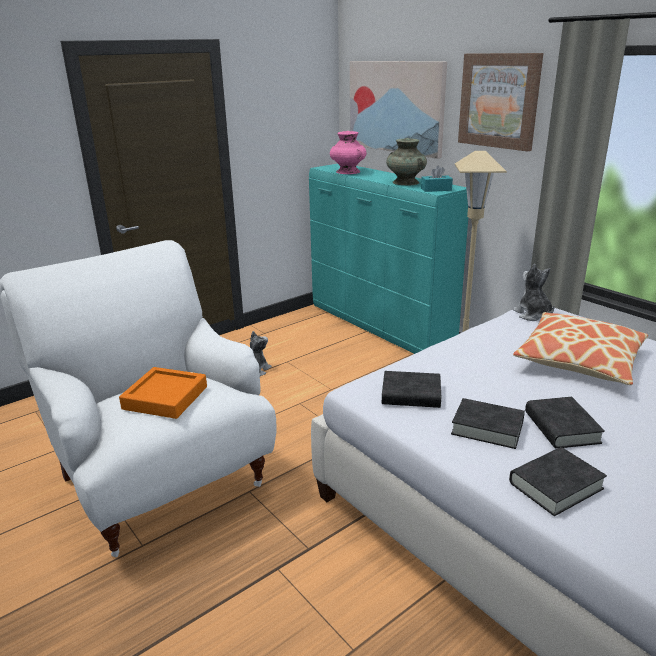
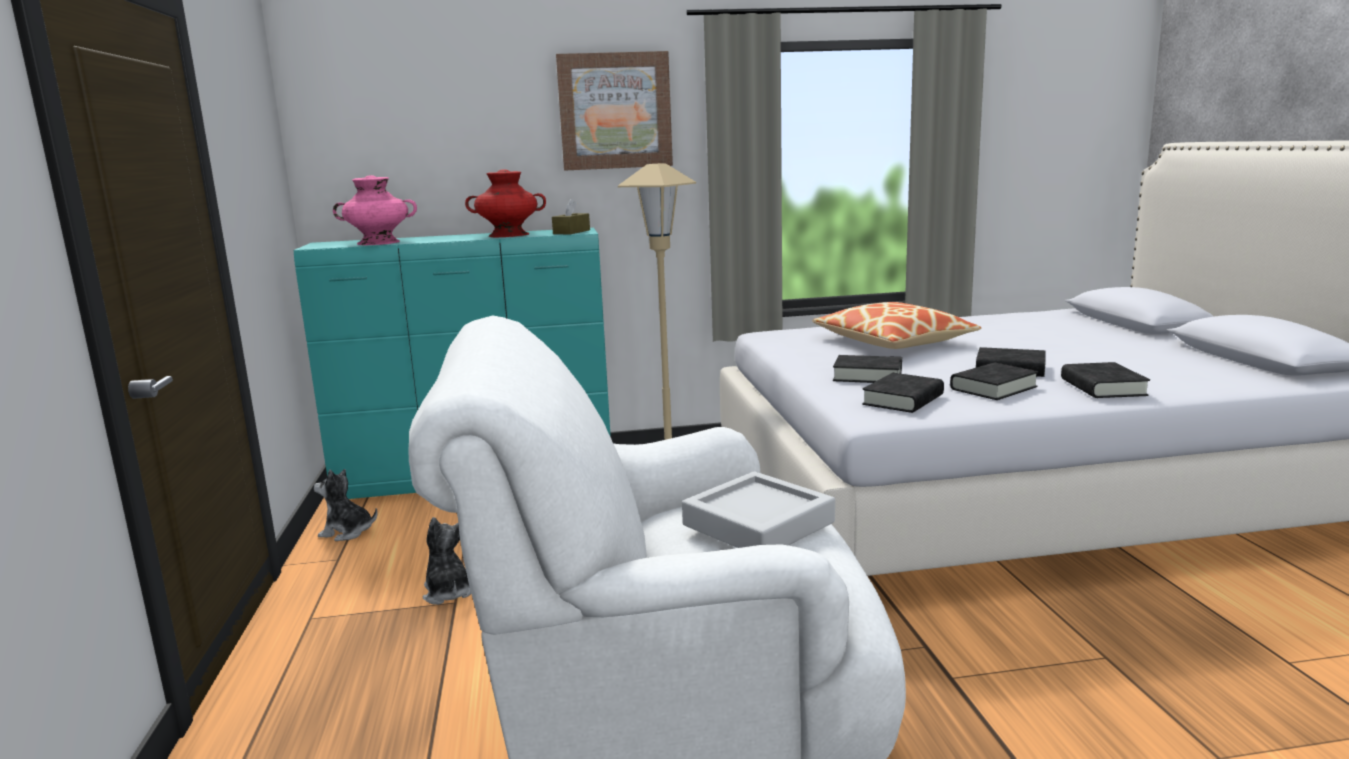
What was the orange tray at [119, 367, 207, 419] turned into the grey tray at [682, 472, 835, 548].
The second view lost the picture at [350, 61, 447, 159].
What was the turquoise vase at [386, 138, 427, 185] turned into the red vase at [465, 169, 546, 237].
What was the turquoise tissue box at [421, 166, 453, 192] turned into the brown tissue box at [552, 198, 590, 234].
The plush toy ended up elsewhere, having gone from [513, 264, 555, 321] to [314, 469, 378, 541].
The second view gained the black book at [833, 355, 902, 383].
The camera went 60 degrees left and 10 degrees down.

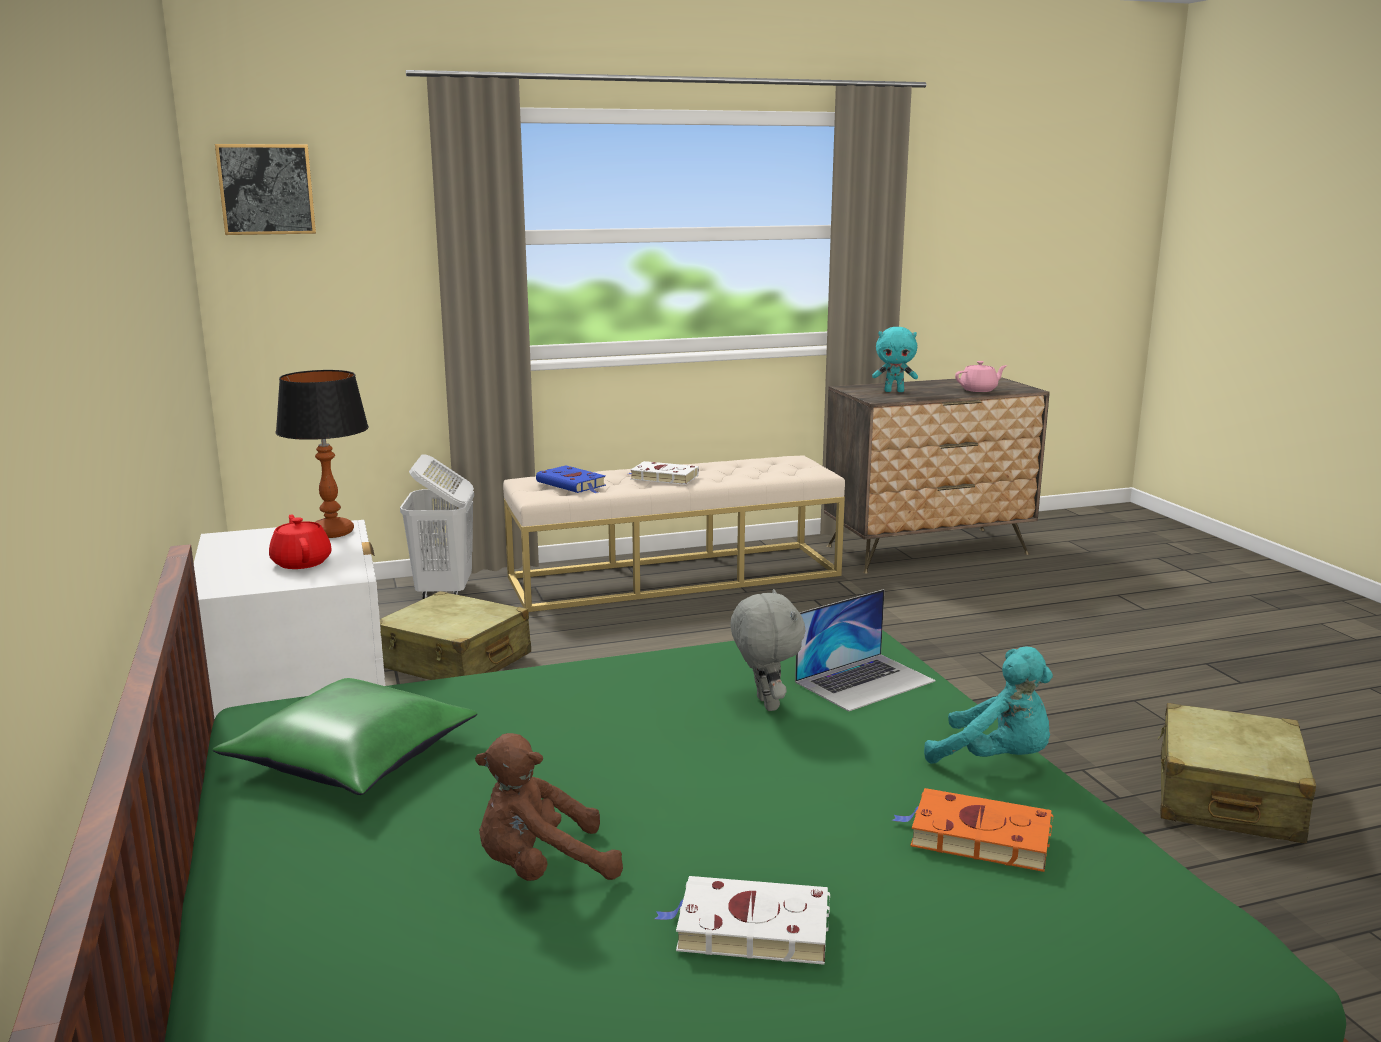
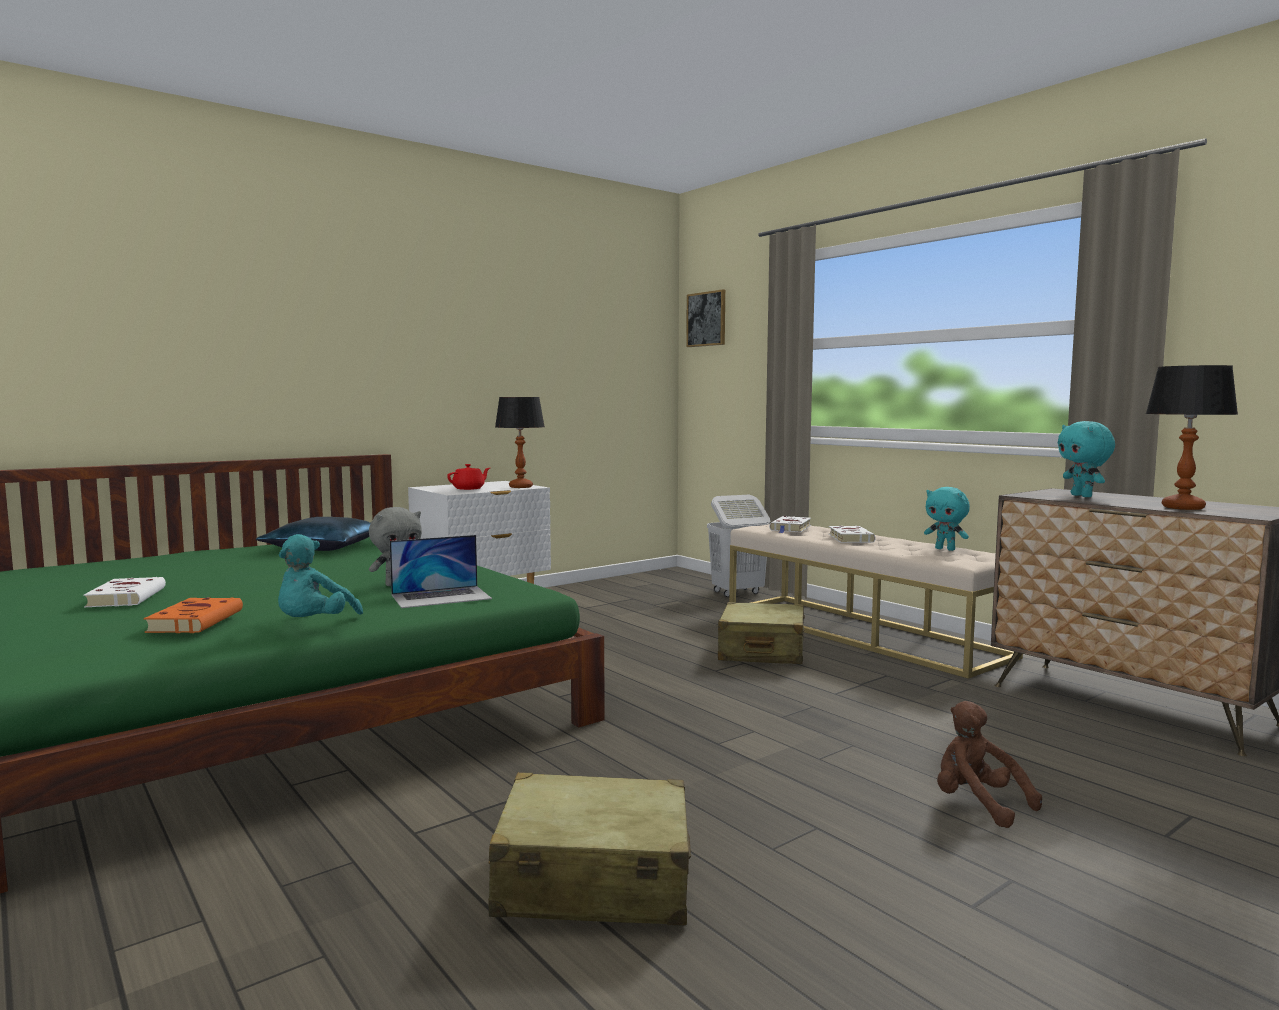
What was the green pillow at [213, 678, 477, 795] turned into the blue pillow at [256, 517, 370, 551].
The beige suitcase ended up elsewhere, having gone from [380, 591, 531, 680] to [718, 602, 805, 664].
The brown plush toy ended up elsewhere, having gone from [475, 733, 623, 881] to [937, 701, 1042, 828].
What was the blue book at [536, 465, 606, 493] turned into the white book at [769, 516, 811, 533].
The laptop at [795, 589, 936, 712] ended up facing another way, 60 degrees counterclockwise from before.
Where the pink teapot stood at [955, 361, 1007, 392], the table lamp came to stand at [1146, 365, 1238, 510].
The second view gained the turquoise plush toy at [924, 487, 970, 551].
The camera went 70 degrees right and 10 degrees down.

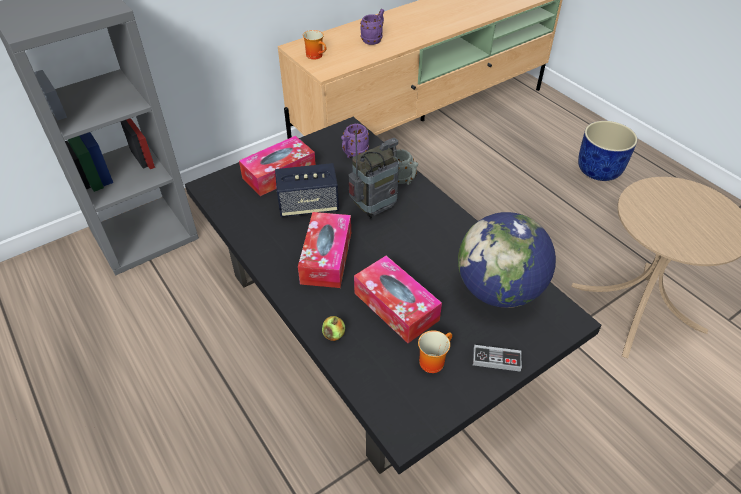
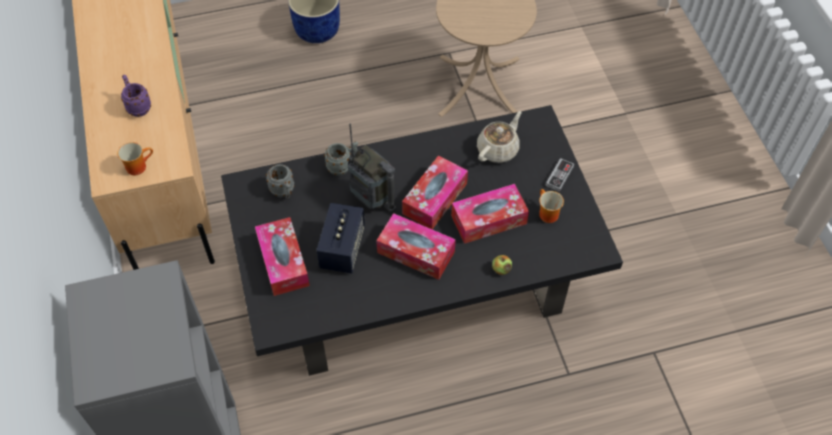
What was the purple mug at [341, 124, 369, 158] turned into the grey mug at [266, 164, 294, 199].
The radio at [348, 130, 399, 219] ended up facing another way, 150 degrees clockwise from before.
Where the globe stood at [458, 212, 556, 308], the beige teapot came to stand at [477, 111, 522, 163].
The second view gained the tissue box at [402, 156, 468, 230].
The camera went 70 degrees left and 10 degrees up.

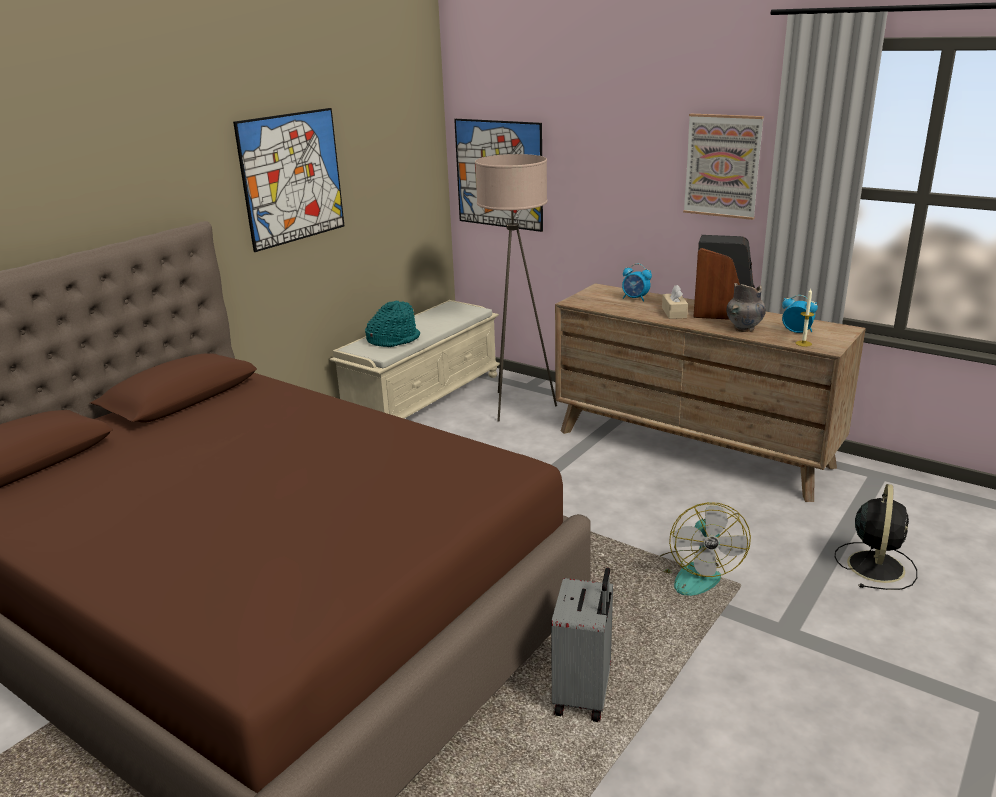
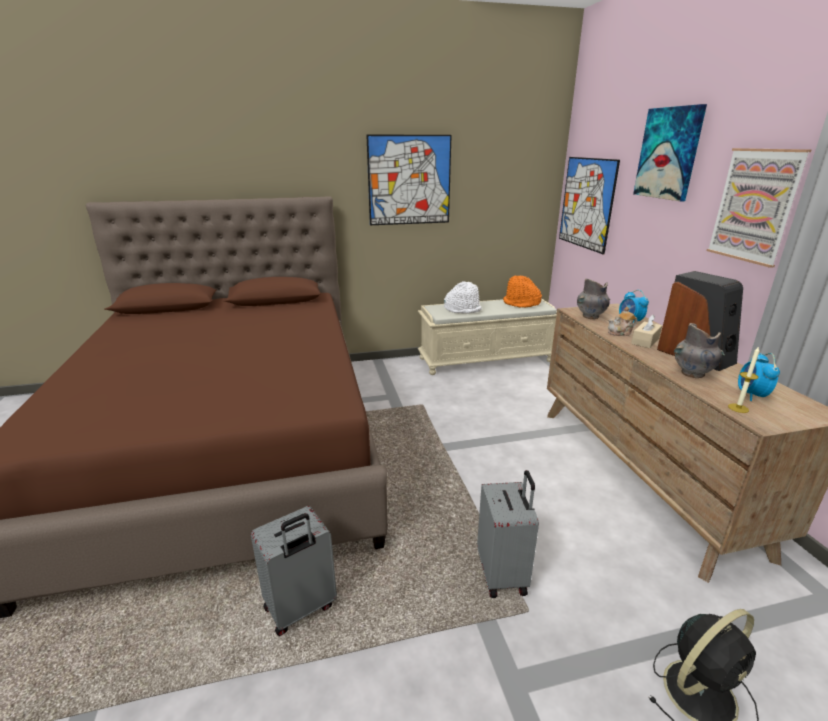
What was the turquoise hat at [365, 300, 420, 347] turned into the white hat at [444, 281, 482, 314].
The second view lost the beige floor lamp at [475, 154, 557, 422].
Where the fan stood at [660, 502, 751, 596], the grey suitcase came to stand at [477, 470, 539, 598].
The alarm clock at [782, 295, 818, 333] ended up facing another way, 150 degrees counterclockwise from before.
The second view gained the orange hat at [503, 276, 542, 308].
The second view gained the grey vase at [577, 278, 611, 319].
The second view gained the teapot at [608, 307, 637, 336].
The second view gained the picture at [633, 104, 707, 201].
The camera went 40 degrees right and 0 degrees up.

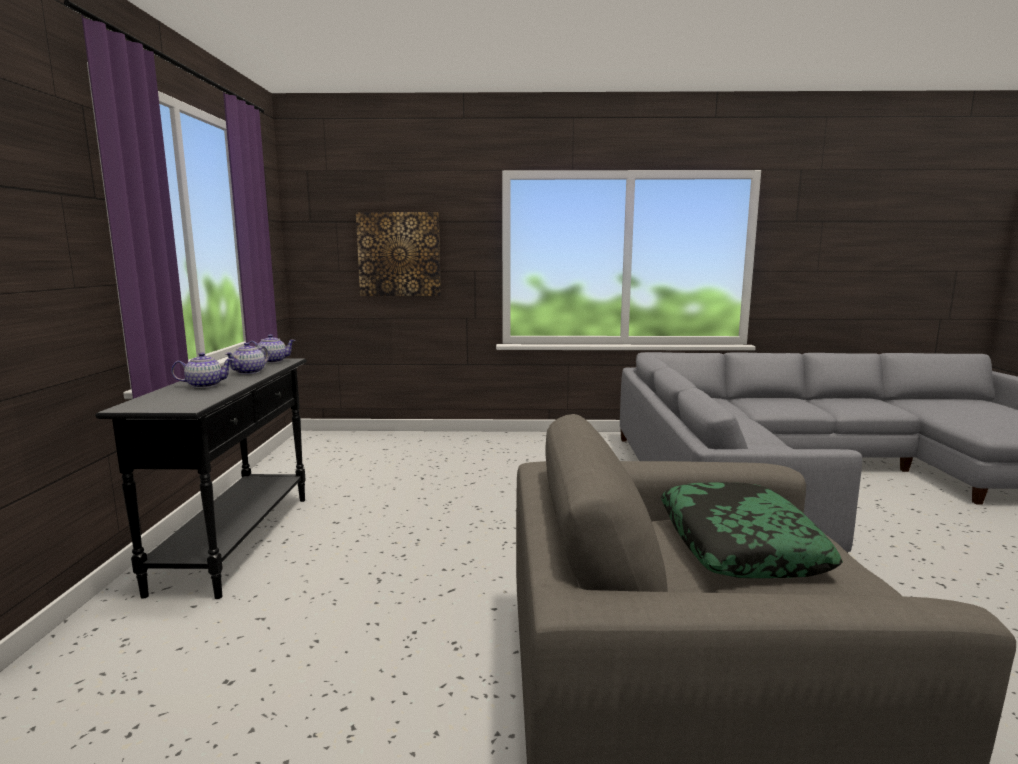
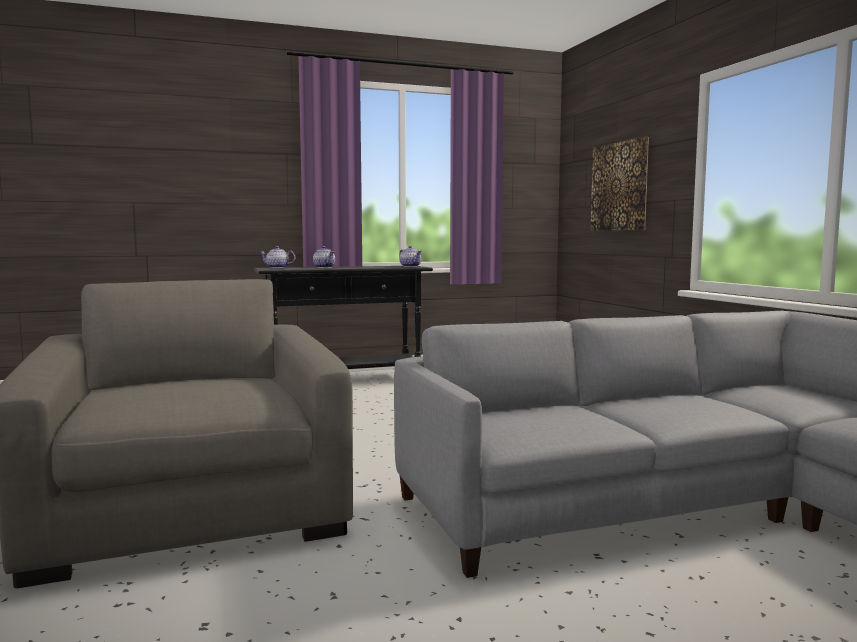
The teapot ended up elsewhere, having gone from [225, 342, 269, 374] to [259, 246, 295, 268].
The second view lost the pillow at [661, 482, 843, 578].
The camera went 70 degrees right and 5 degrees down.

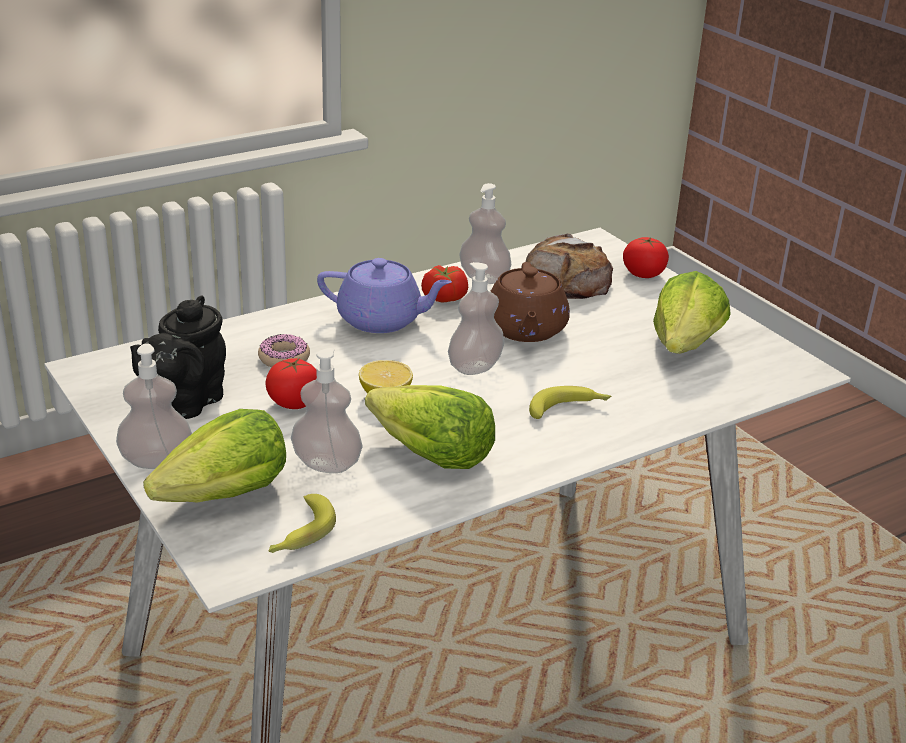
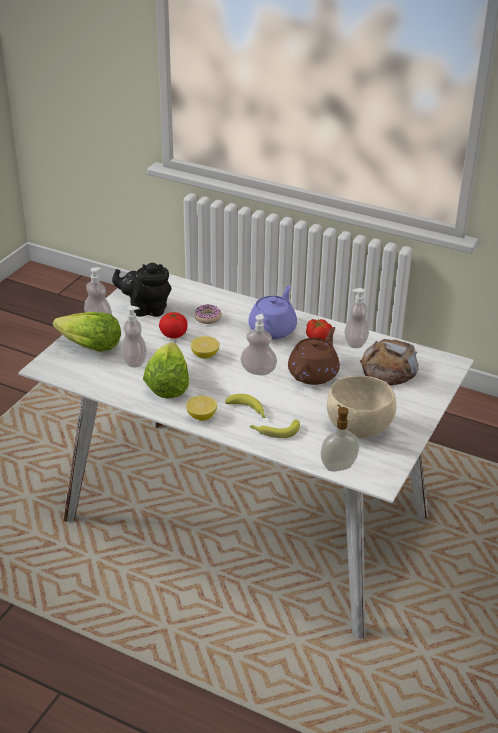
The banana ended up elsewhere, having gone from [269, 494, 336, 553] to [249, 419, 300, 438].
The purple teapot at [317, 258, 452, 333] ended up facing another way, 135 degrees counterclockwise from before.
The brown teapot at [490, 262, 570, 342] ended up facing another way, 150 degrees clockwise from before.
The second view lost the tomato at [623, 237, 669, 278].
Where the lettuce stood at [653, 271, 731, 354], the beige bowl came to stand at [327, 376, 397, 438].
The second view gained the lemon at [186, 396, 217, 421].
The second view gained the soap dispenser at [320, 404, 359, 472].
The camera went 60 degrees right and 5 degrees up.

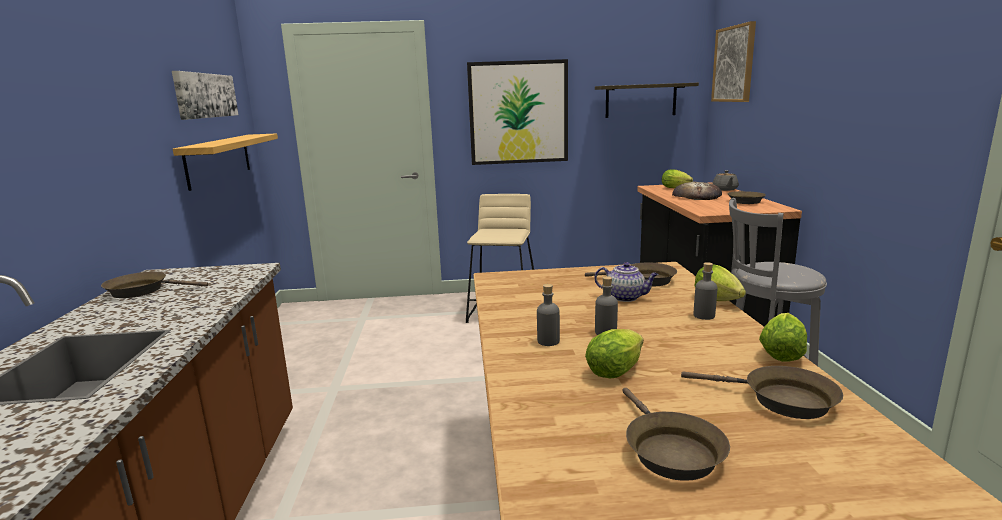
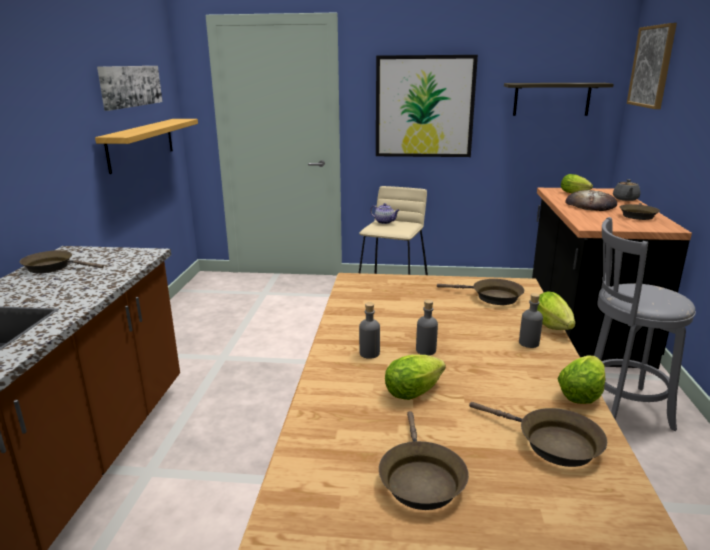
The teapot ended up elsewhere, having gone from [594, 262, 659, 302] to [370, 203, 400, 224].
The camera went 10 degrees right and 5 degrees up.

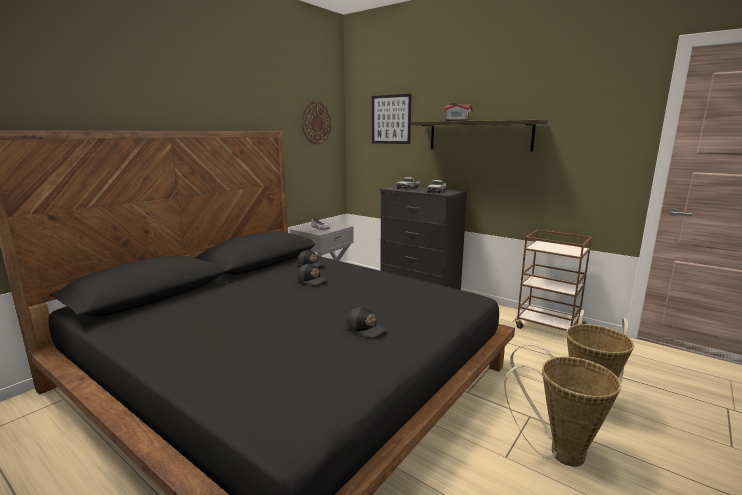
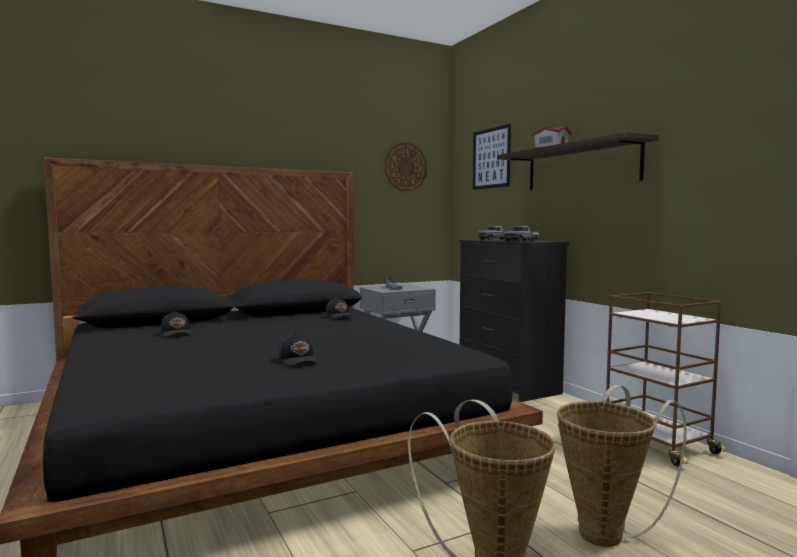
The black cap ended up elsewhere, having gone from [297, 263, 328, 285] to [161, 311, 192, 337].
The camera went 25 degrees right and 10 degrees down.

